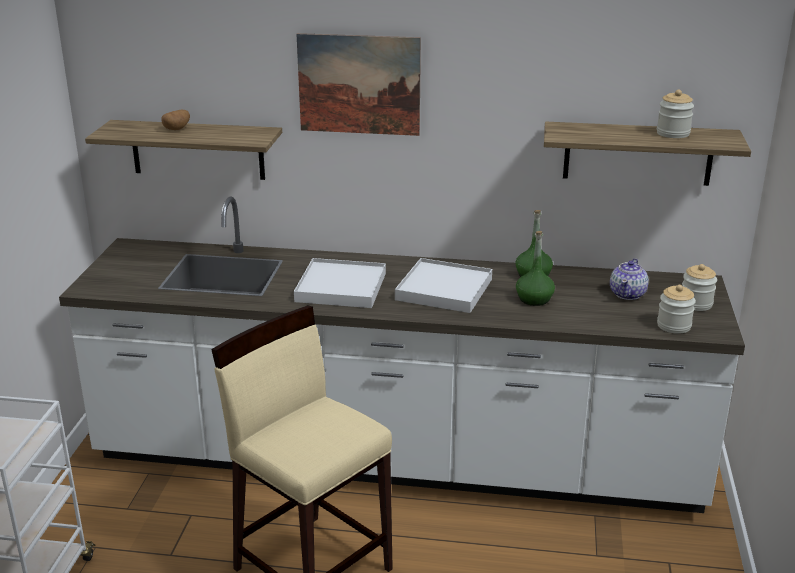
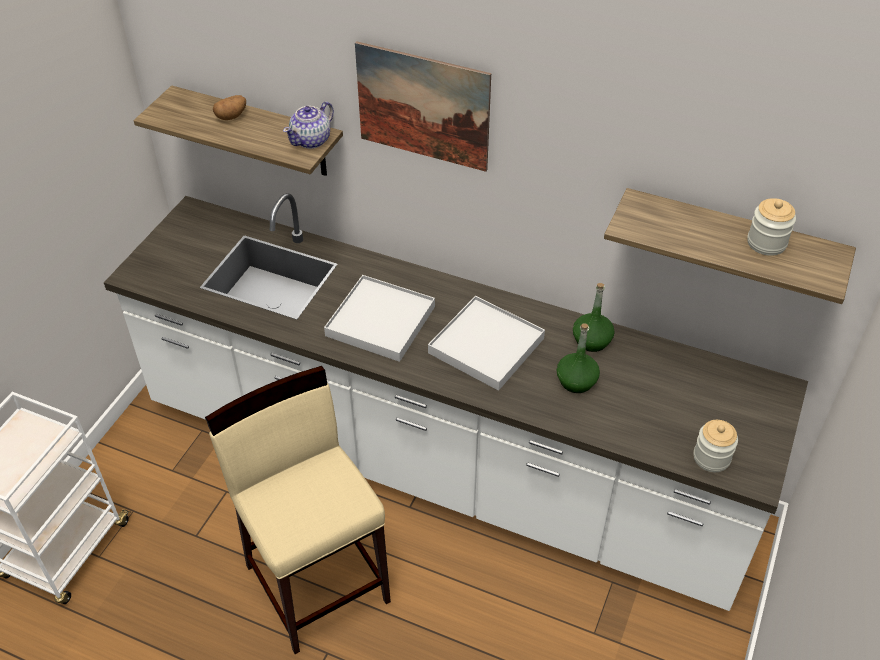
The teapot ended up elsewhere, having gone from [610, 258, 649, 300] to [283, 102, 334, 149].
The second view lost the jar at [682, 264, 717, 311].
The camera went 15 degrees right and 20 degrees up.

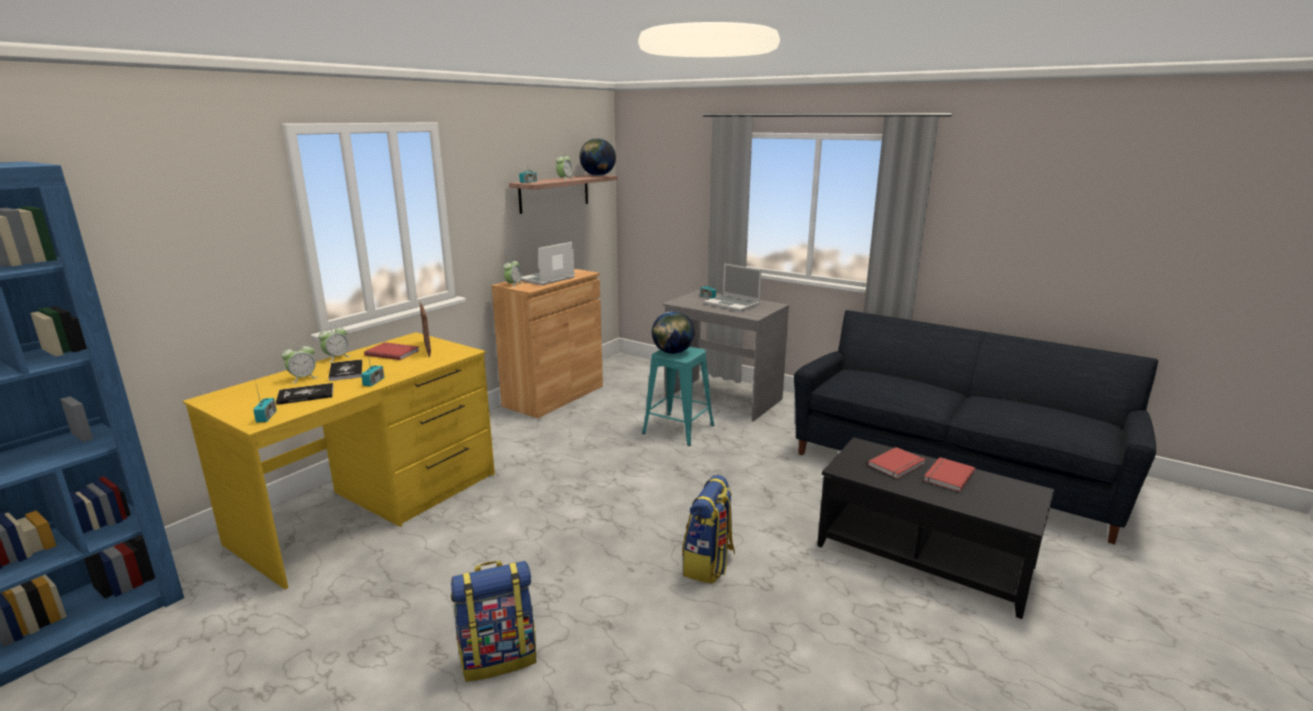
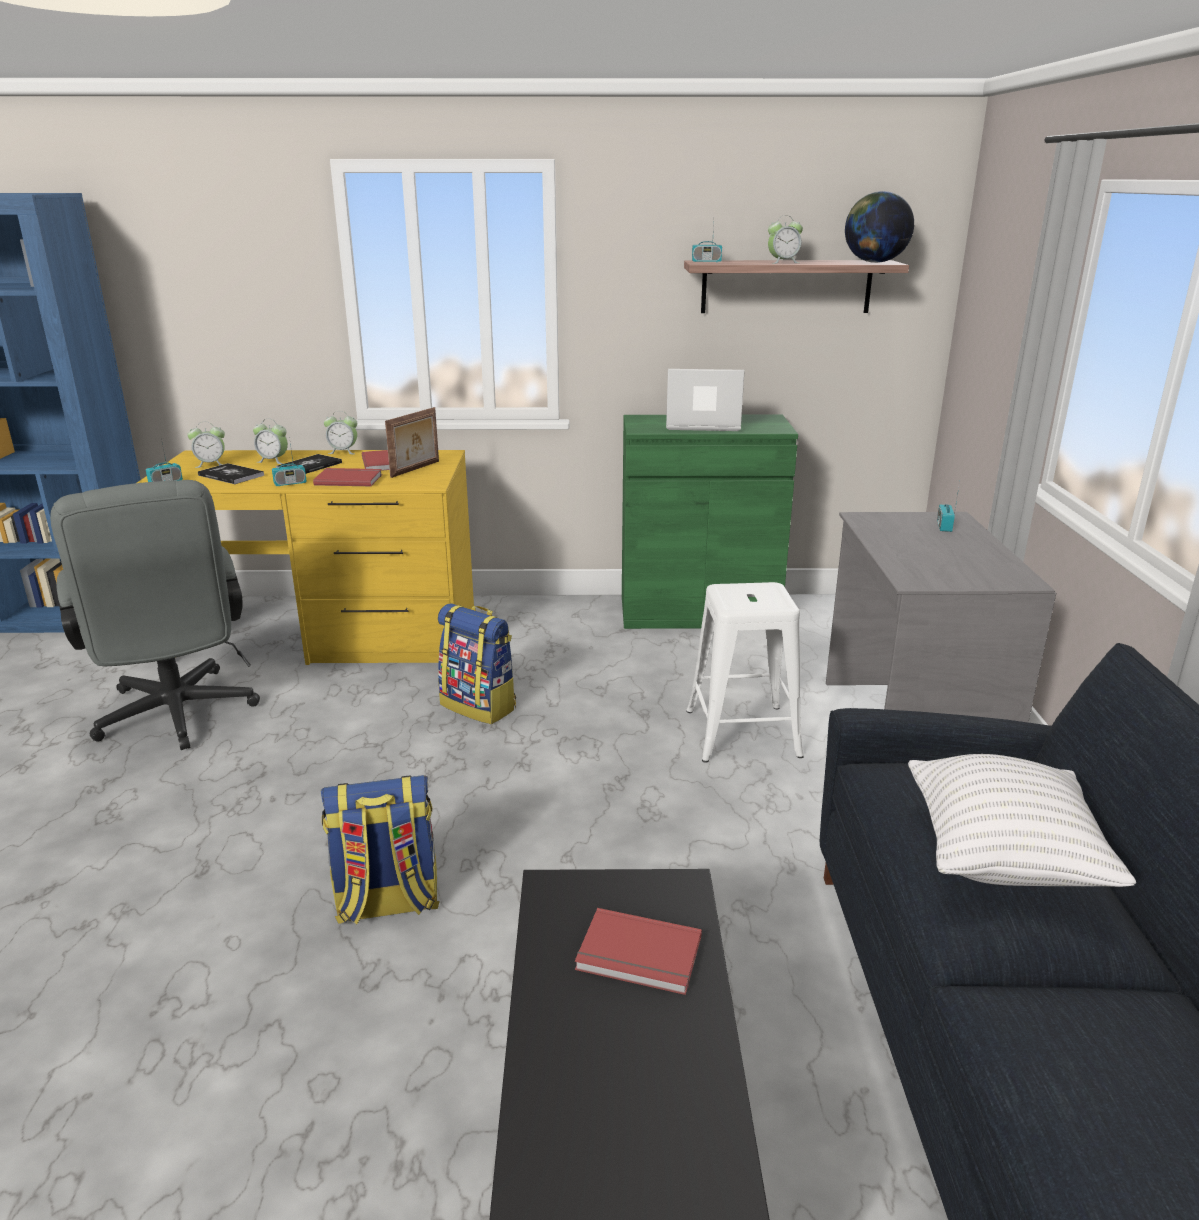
The backpack ended up elsewhere, having gone from [451, 561, 536, 682] to [438, 603, 516, 724].
What was the brown cabinet at [491, 269, 603, 418] turned into the green cabinet at [622, 414, 798, 629].
The alarm clock ended up elsewhere, having gone from [503, 258, 523, 287] to [187, 422, 225, 468].
What was the turquoise stool at [642, 347, 715, 446] turned into the white stool at [686, 582, 804, 763].
The second view lost the globe at [652, 311, 694, 354].
The second view lost the laptop at [704, 263, 761, 312].
The red book ended up elsewhere, having gone from [923, 457, 975, 492] to [313, 468, 382, 486].
The second view gained the grey office chair at [50, 480, 260, 750].
The second view gained the white pillow at [908, 754, 1136, 887].
The camera went 55 degrees right and 5 degrees up.

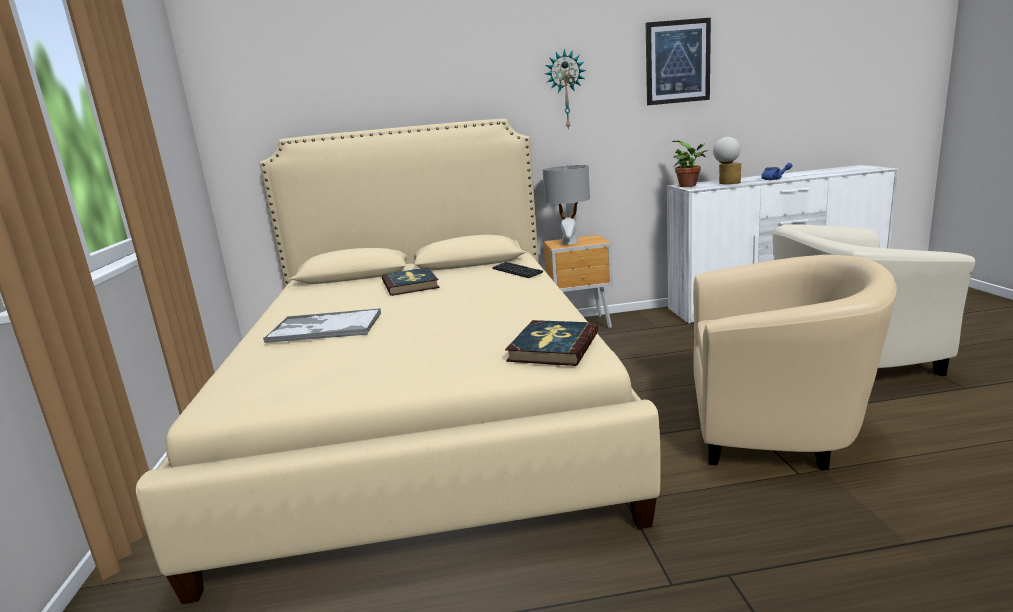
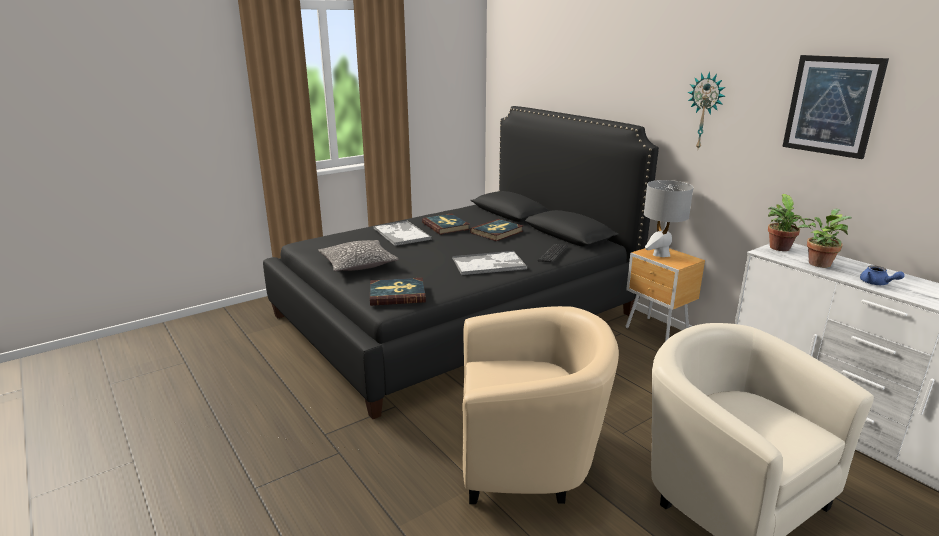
What was the beige bed at [136, 119, 661, 604] turned into the black bed at [263, 106, 659, 419].
The beige armchair at [693, 255, 897, 470] ended up facing another way, 75 degrees counterclockwise from before.
Where the table lamp stood at [713, 137, 741, 184], the potted plant came to stand at [797, 209, 852, 268].
The second view gained the pillow at [319, 240, 399, 271].
The second view gained the book at [422, 213, 470, 235].
The second view gained the tray at [452, 251, 527, 275].
The camera went 60 degrees right and 5 degrees up.

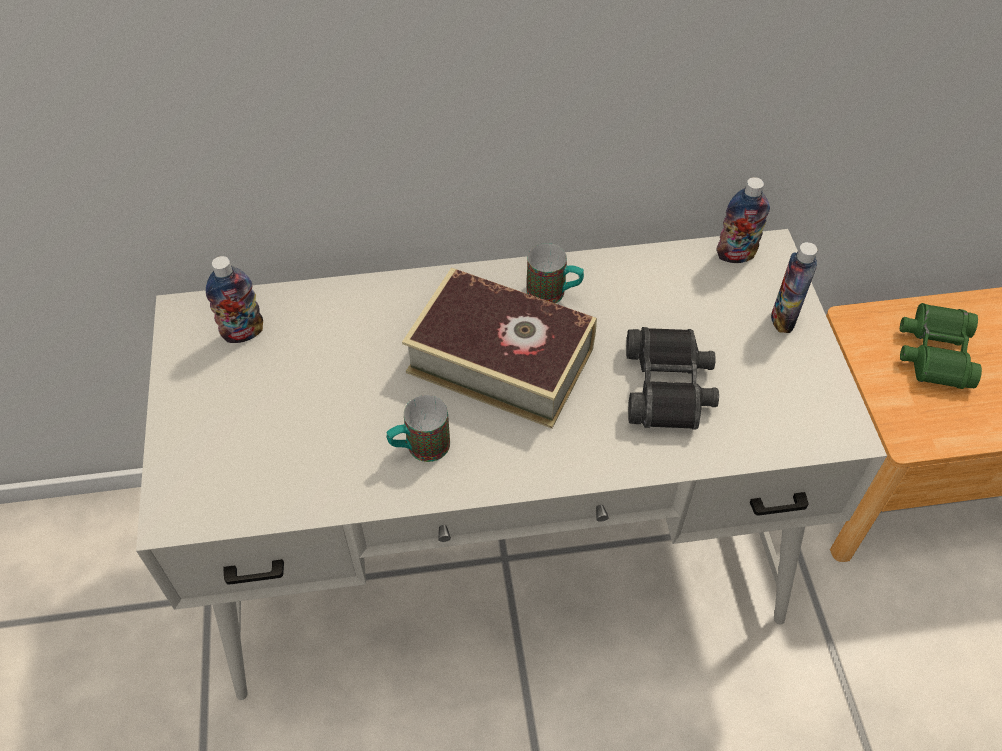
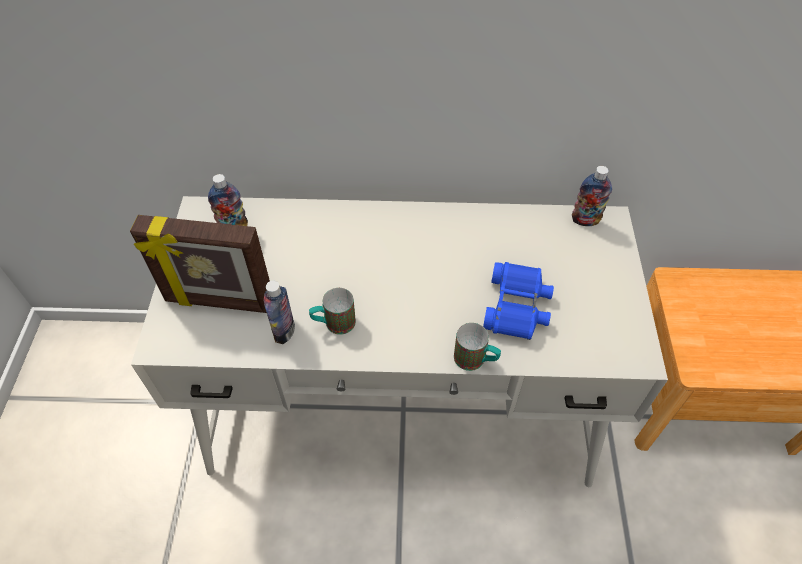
The second view lost the book at [402, 268, 597, 429].
The mug ended up elsewhere, having gone from [526, 243, 584, 304] to [454, 323, 501, 371].
What was the black binoculars at [626, 327, 719, 430] turned into the blue binoculars at [483, 262, 554, 340].
The bottle ended up elsewhere, having gone from [771, 242, 817, 333] to [264, 281, 295, 344].
The second view lost the green binoculars at [900, 303, 982, 389].
The second view gained the picture frame at [130, 215, 270, 313].
The camera went 10 degrees right and 0 degrees up.

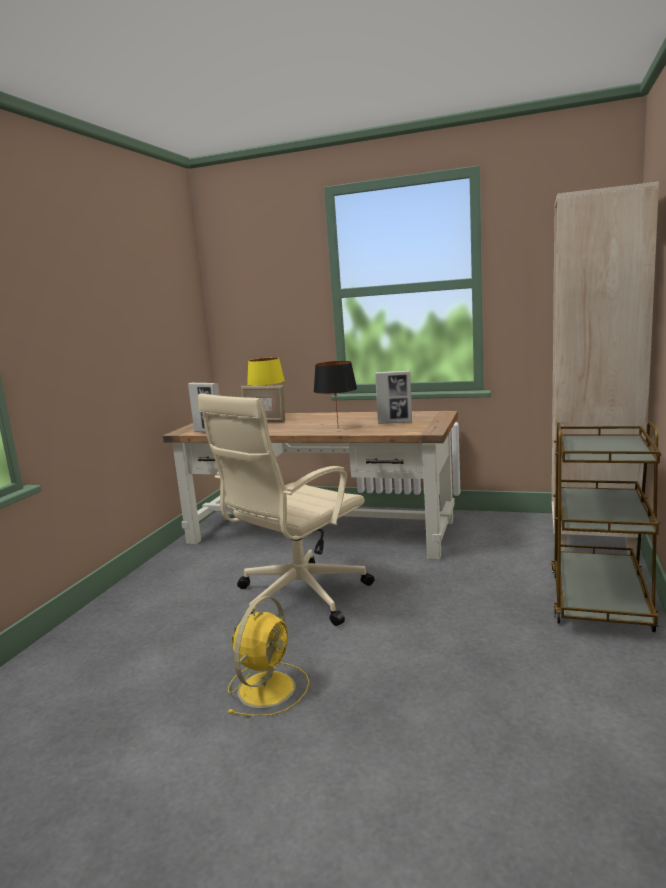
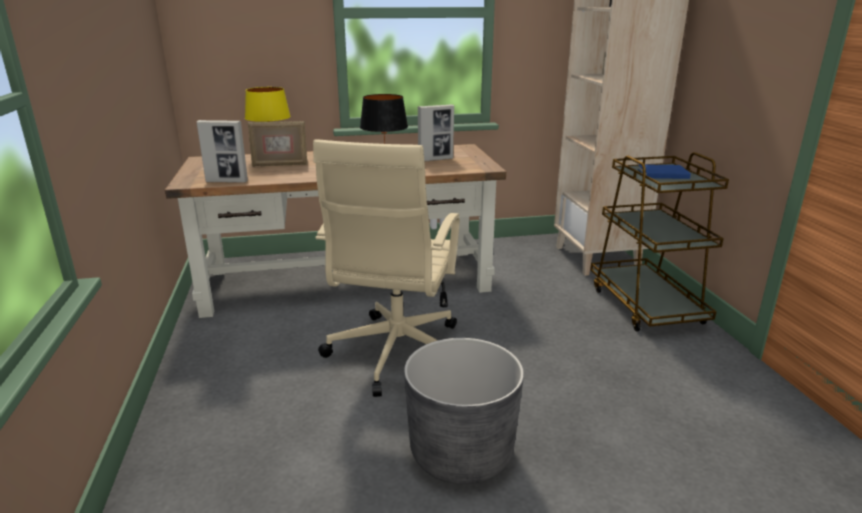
Where the yellow fan stood at [227, 596, 309, 716], the grey planter came to stand at [404, 338, 524, 484].
The second view gained the blue book at [638, 164, 691, 179].
The camera went 30 degrees left and 10 degrees up.

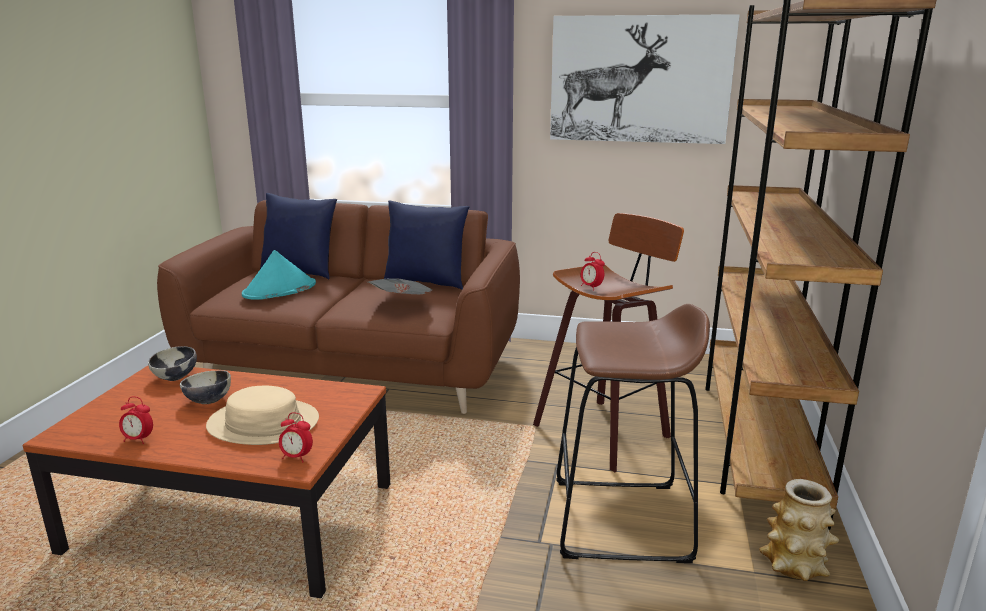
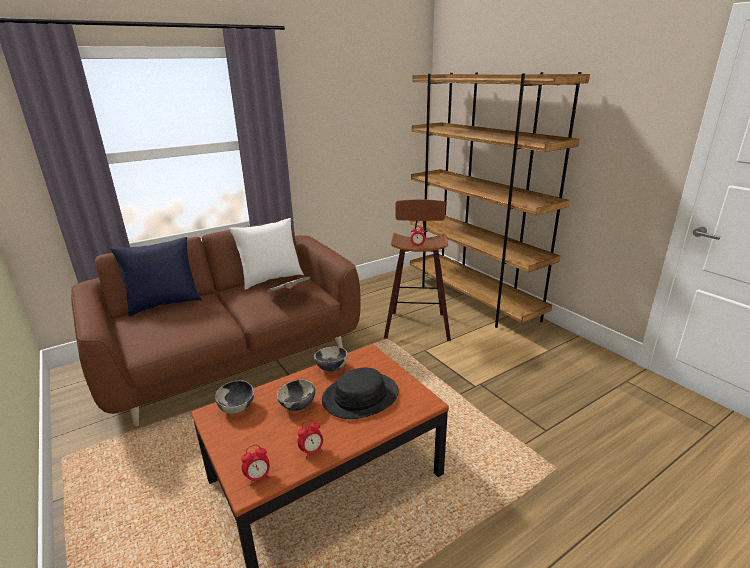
What was the beige hat at [206, 386, 319, 445] turned into the black hat at [322, 368, 399, 419].
The second view lost the turquoise hat at [242, 250, 316, 300].
The alarm clock ended up elsewhere, having gone from [279, 412, 313, 463] to [241, 445, 270, 486].
What was the blue pillow at [384, 201, 469, 290] turned into the white pillow at [229, 218, 304, 290].
The second view lost the picture at [550, 14, 740, 144].
The second view lost the brown stool at [556, 304, 710, 563].
The second view lost the vase at [759, 479, 839, 581].
The second view gained the bowl at [314, 347, 347, 372].
The camera went 45 degrees left and 5 degrees up.

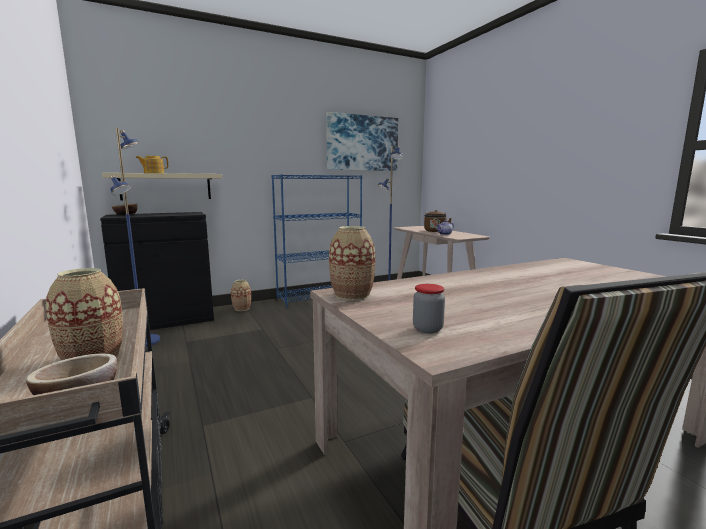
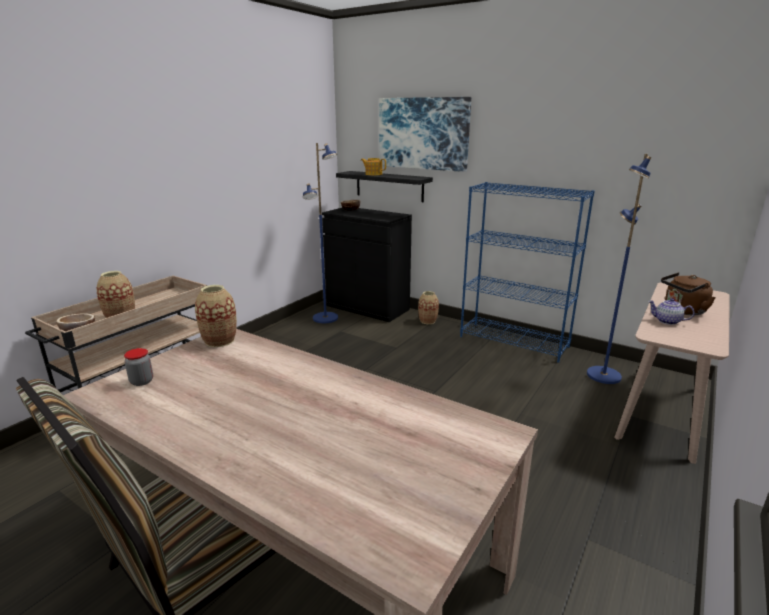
What was the beige shelf at [102, 173, 222, 201] turned into the black shelf at [336, 171, 433, 202].
The picture ended up elsewhere, having gone from [326, 112, 398, 171] to [379, 97, 471, 172].
The camera went 60 degrees right and 10 degrees up.

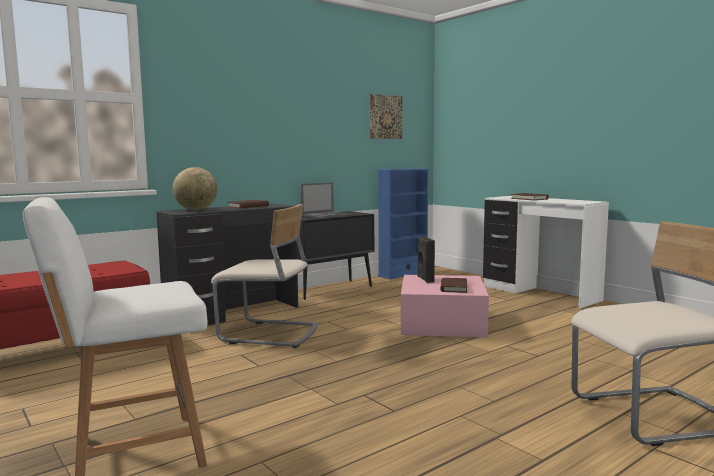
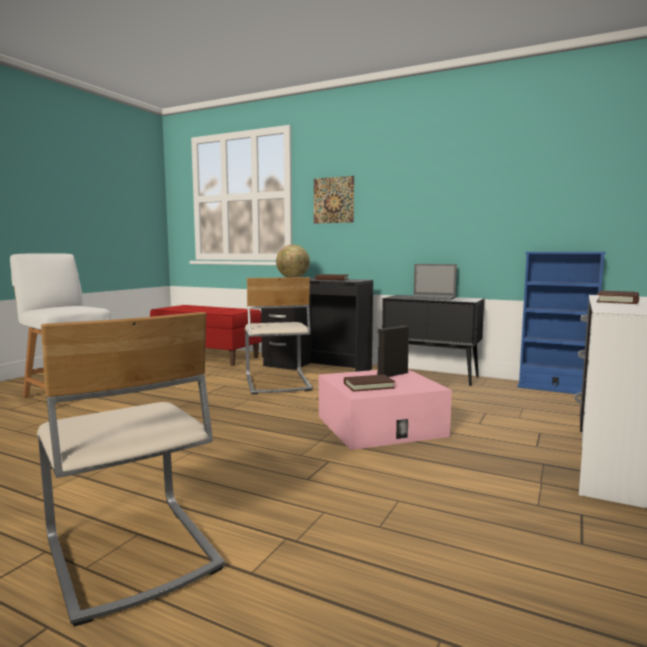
The picture ended up elsewhere, having gone from [370, 94, 402, 139] to [314, 176, 354, 224].
The camera went 65 degrees right and 0 degrees up.

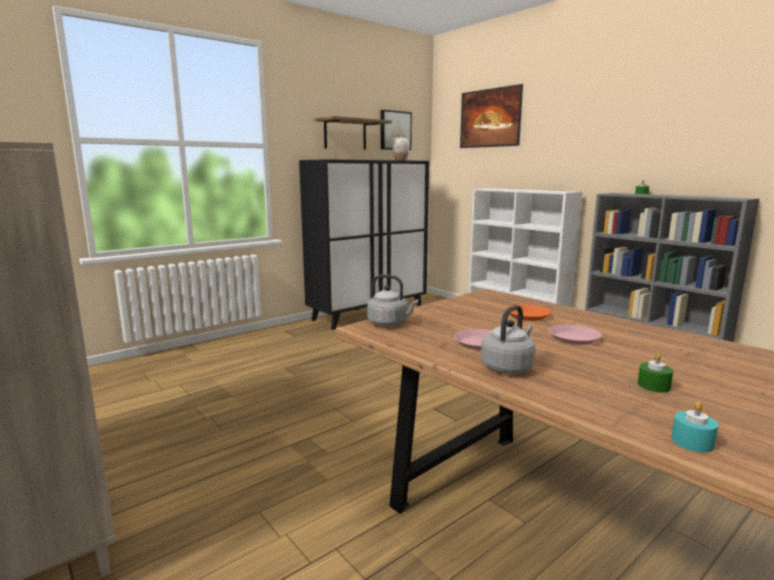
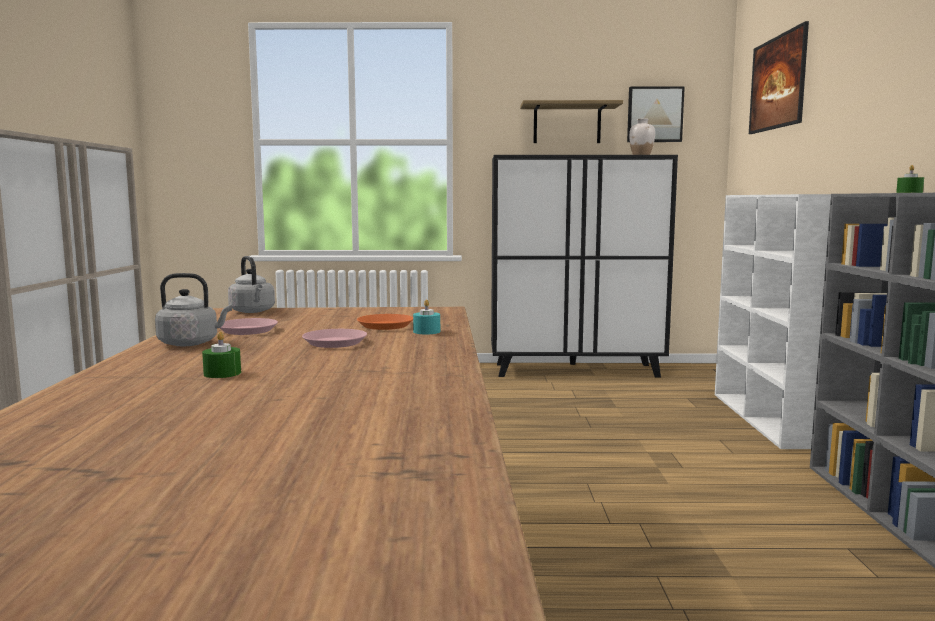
The turquoise candle ended up elsewhere, having gone from [671, 401, 718, 453] to [413, 300, 440, 334].
The camera went 40 degrees right and 5 degrees down.

